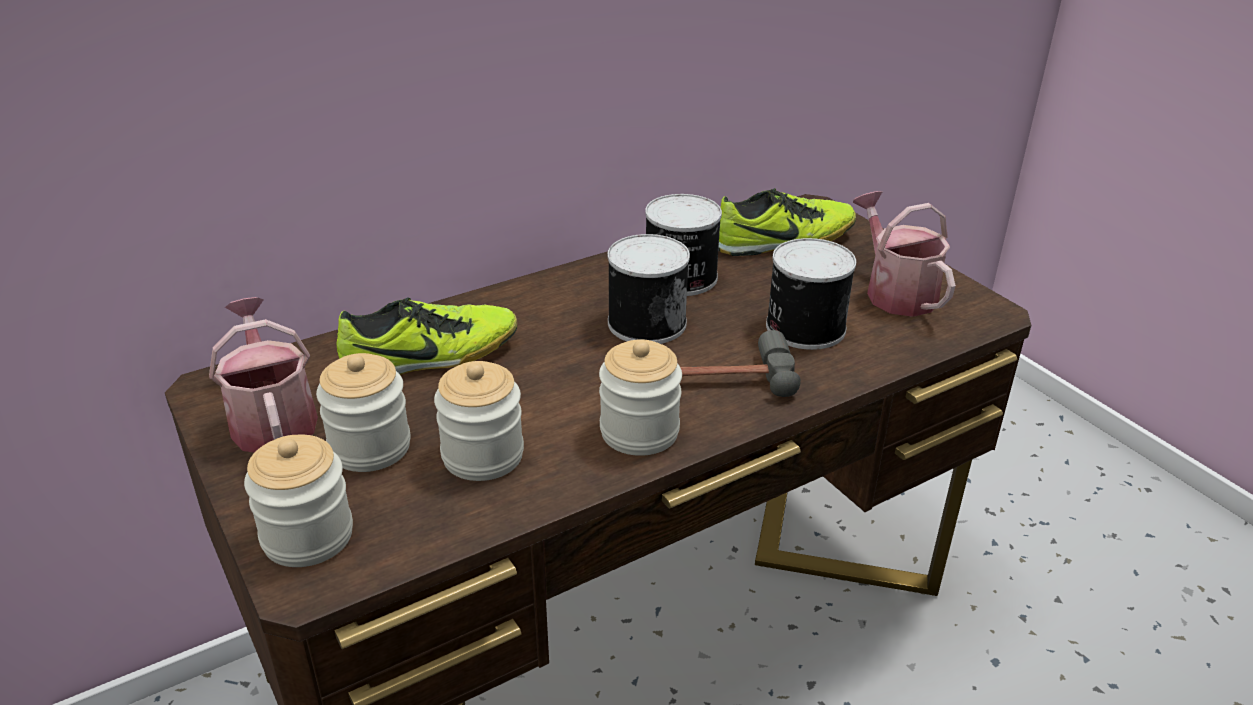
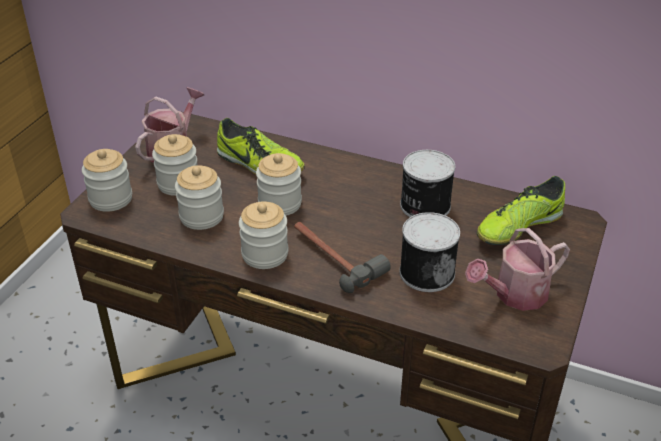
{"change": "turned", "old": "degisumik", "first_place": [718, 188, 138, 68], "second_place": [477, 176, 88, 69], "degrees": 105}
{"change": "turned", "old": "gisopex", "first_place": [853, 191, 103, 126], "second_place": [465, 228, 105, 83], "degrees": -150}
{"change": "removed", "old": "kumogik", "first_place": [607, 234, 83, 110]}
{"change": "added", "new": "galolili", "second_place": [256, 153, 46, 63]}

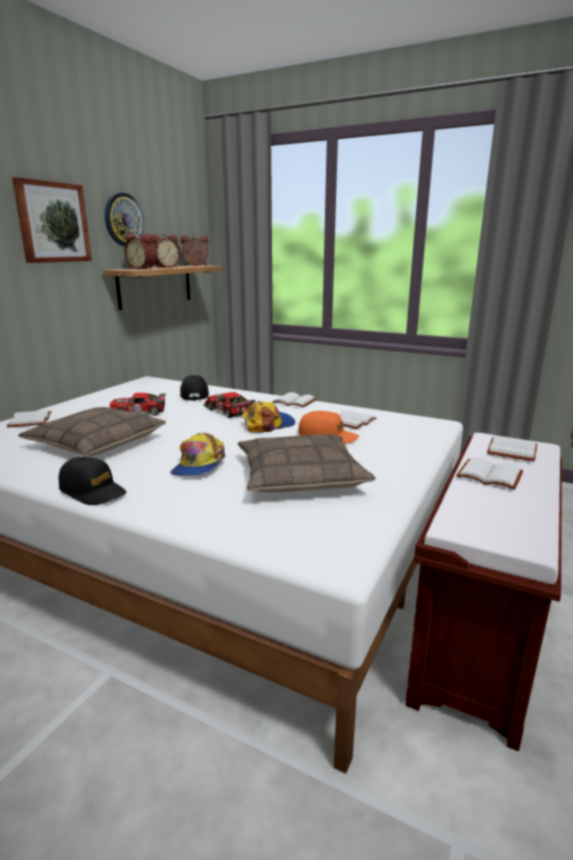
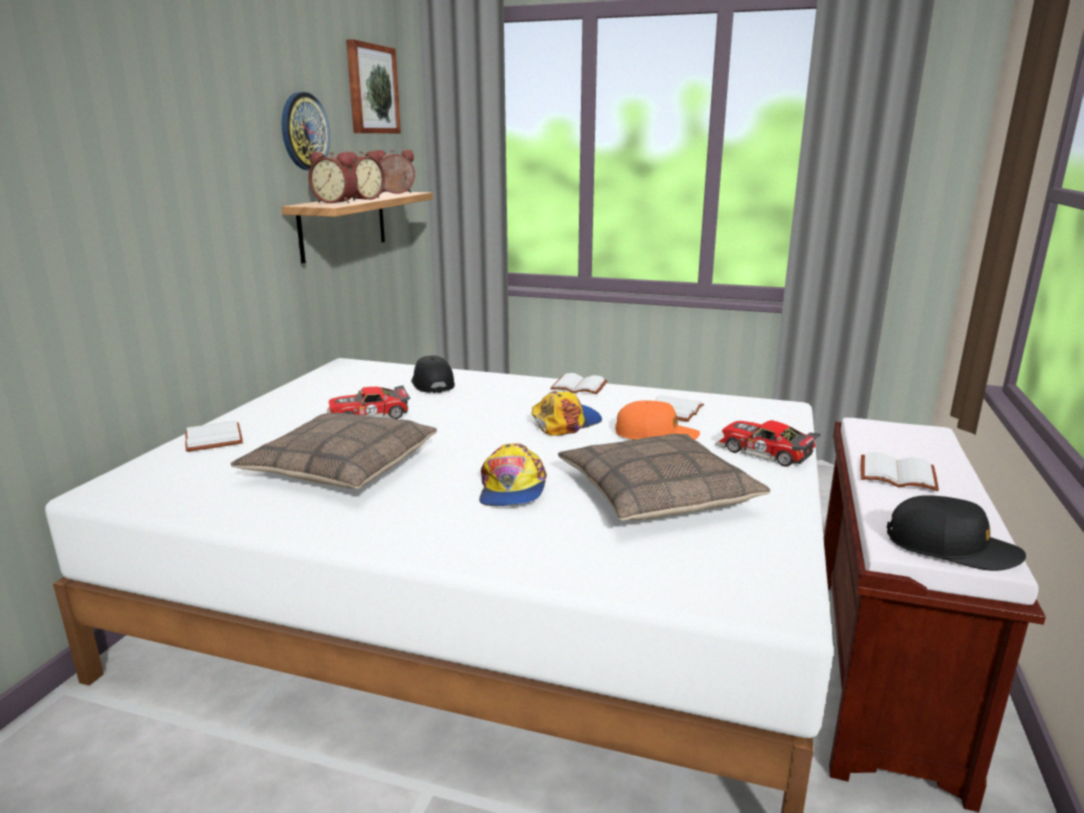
{"change": "moved", "old": "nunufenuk", "first_place": [12, 177, 80, 86], "second_place": [346, 39, 55, 94]}
{"change": "moved", "old": "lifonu", "first_place": [203, 392, 53, 26], "second_place": [715, 420, 105, 47]}
{"change": "removed", "old": "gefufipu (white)", "first_place": [487, 435, 50, 26]}
{"change": "moved", "old": "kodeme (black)", "first_place": [59, 456, 67, 49], "second_place": [887, 495, 139, 76]}

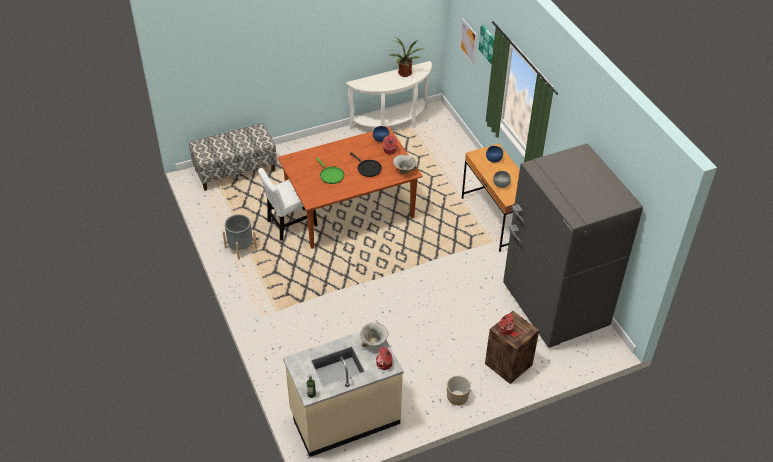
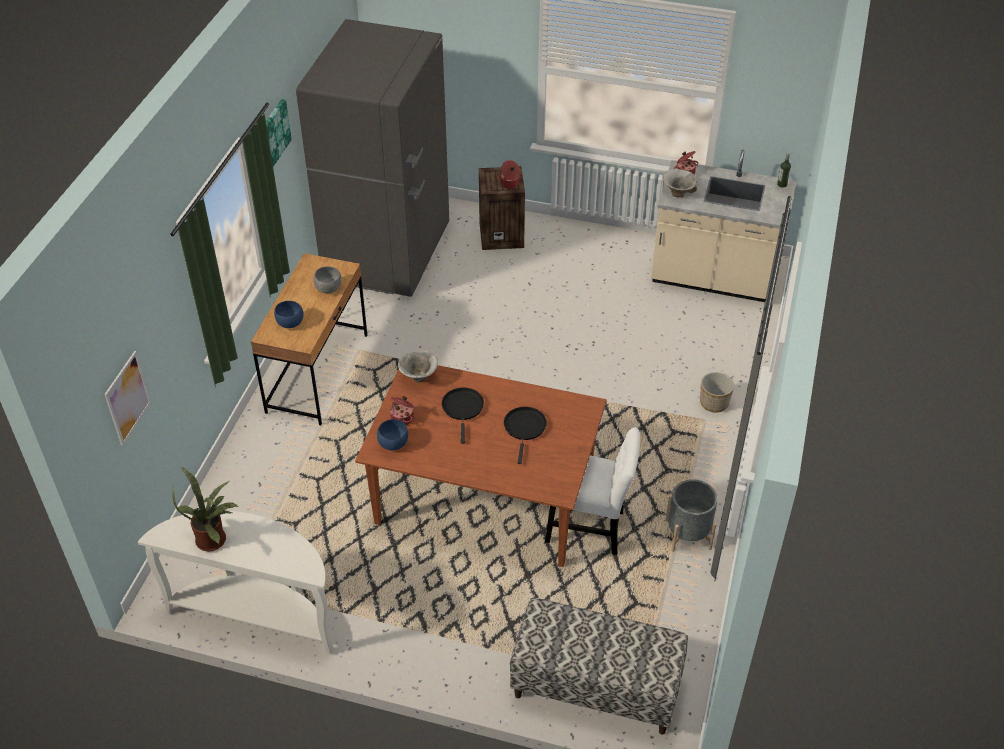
{"change": "moved", "old": "nunufenuk", "first_place": [479, 25, 16, 40], "second_place": [266, 99, 26, 68]}
{"change": "recoloured", "old": "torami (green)", "new": "torami (black)", "first_place": [316, 158, 28, 26], "second_place": [504, 407, 43, 57]}
{"change": "moved", "old": "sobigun", "first_place": [447, 376, 24, 29], "second_place": [700, 372, 34, 41]}

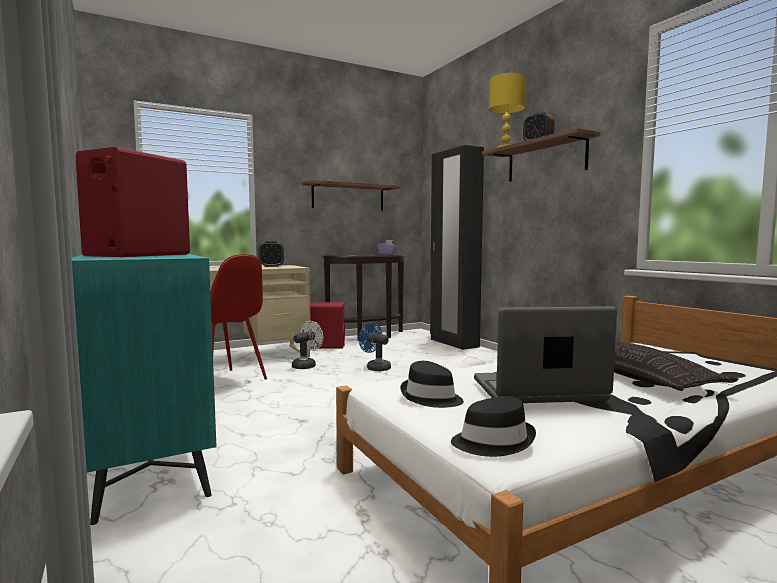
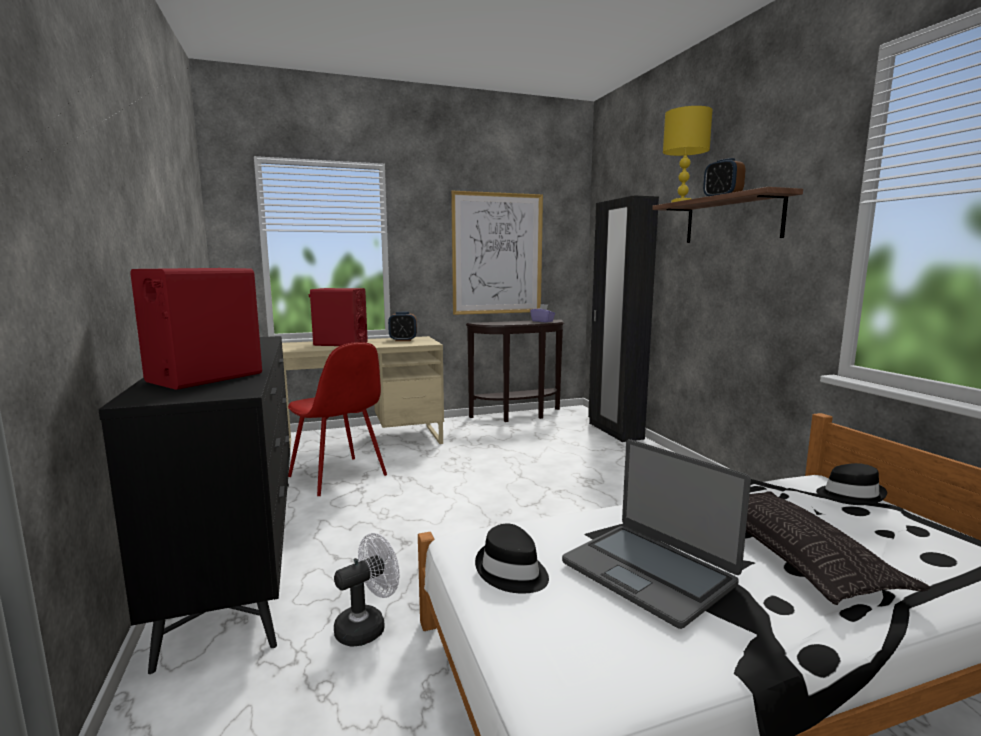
{"change": "replaced", "old": "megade", "new": "nunufenuk", "first_place": [302, 180, 99, 31], "second_place": [451, 191, 92, 124]}
{"change": "recoloured", "old": "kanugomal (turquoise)", "new": "kanugomal (black)", "first_place": [72, 254, 145, 271], "second_place": [98, 336, 192, 338]}
{"change": "moved", "old": "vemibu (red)", "first_place": [310, 302, 35, 47], "second_place": [309, 288, 59, 58]}
{"change": "turned", "old": "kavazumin", "first_place": [474, 306, 143, 97], "second_place": [562, 439, 189, 190], "degrees": -135}
{"change": "moved", "old": "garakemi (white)", "first_place": [292, 321, 31, 48], "second_place": [334, 533, 66, 114]}
{"change": "removed", "old": "garakemi (blue)", "first_place": [359, 322, 32, 49]}
{"change": "moved", "old": "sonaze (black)", "first_place": [451, 396, 85, 61], "second_place": [816, 463, 71, 42]}

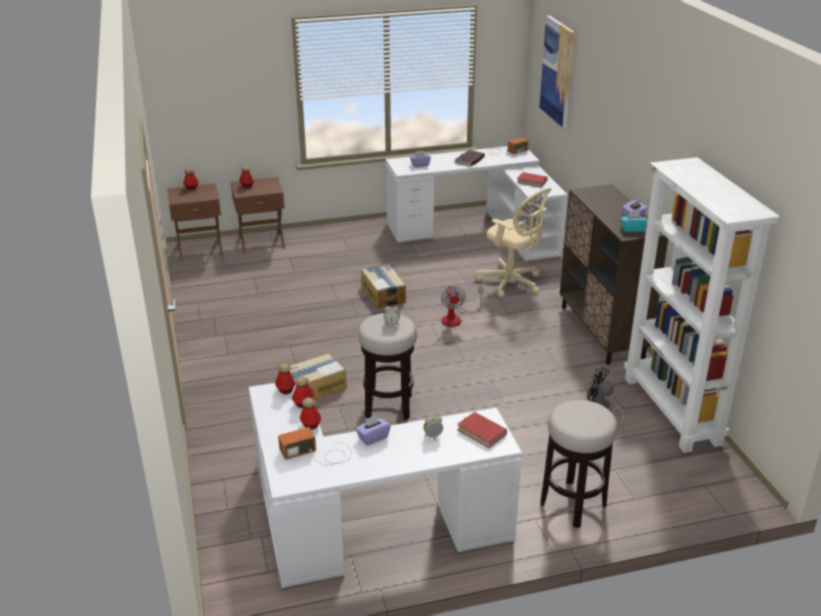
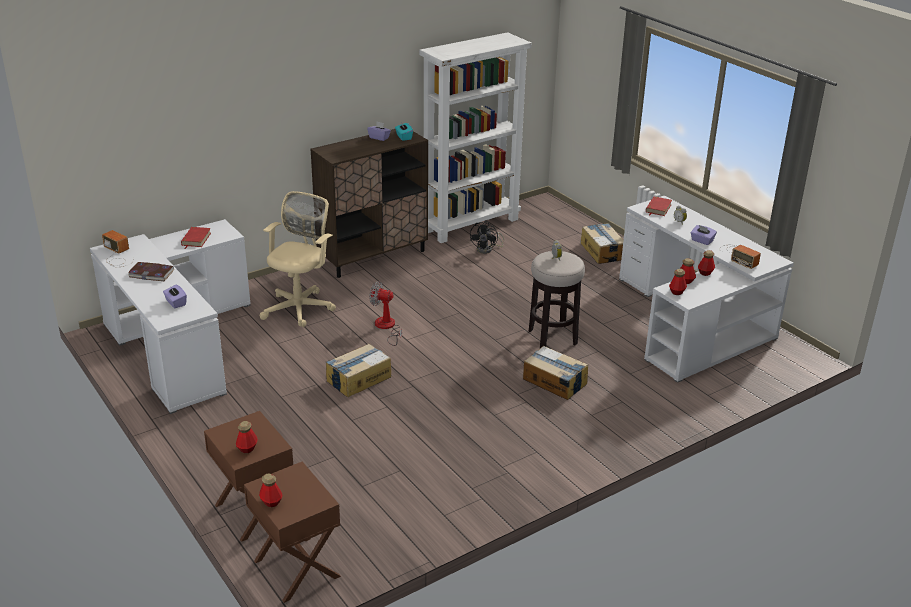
{"change": "removed", "old": "nunufenuk", "first_place": [539, 16, 36, 112]}
{"change": "turned", "old": "garakemi", "first_place": [441, 285, 42, 42], "second_place": [369, 281, 33, 65], "degrees": -135}
{"change": "replaced", "old": "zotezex", "new": "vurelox", "first_place": [540, 400, 78, 128], "second_place": [581, 223, 42, 41]}

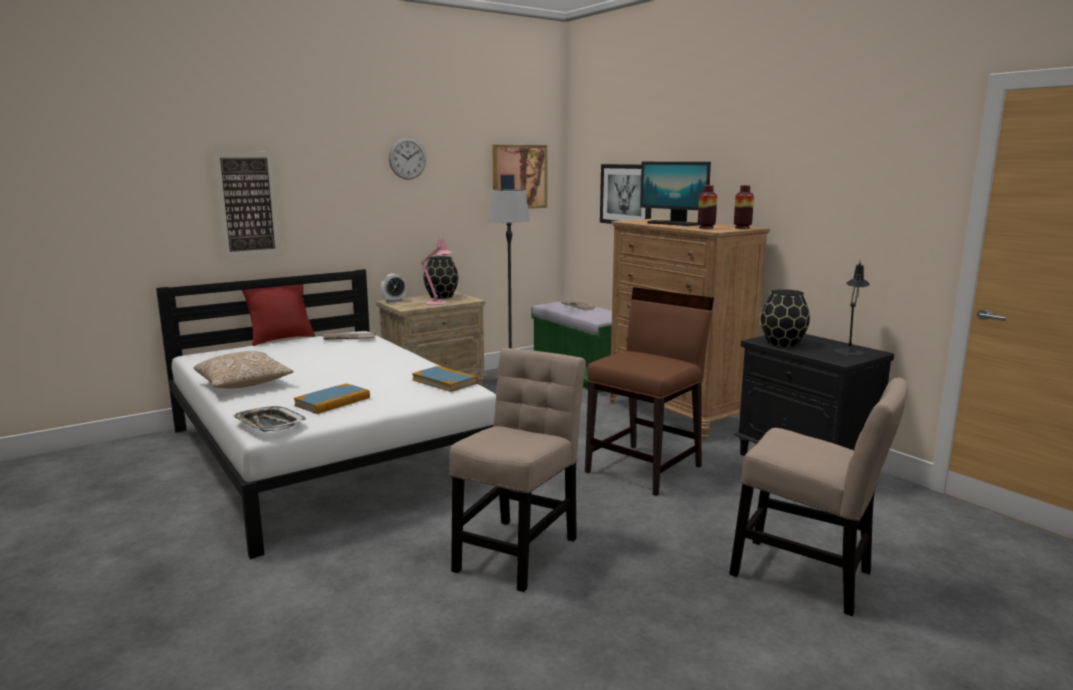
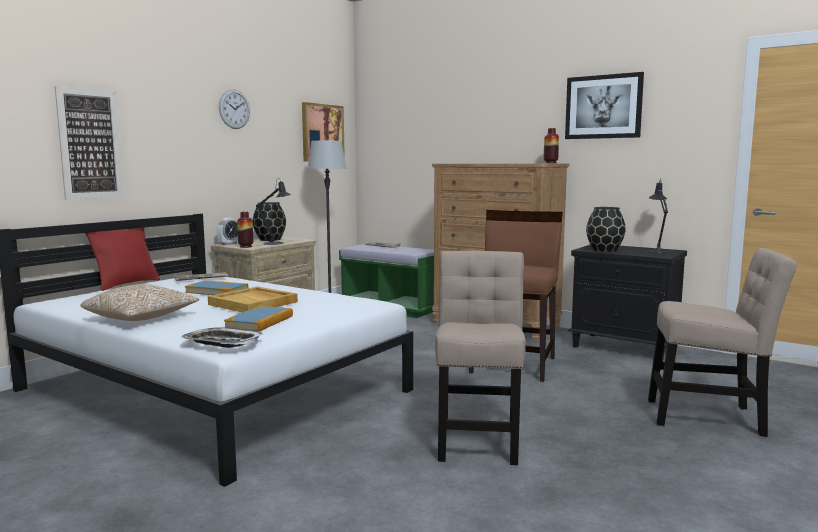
{"change": "removed", "old": "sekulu", "first_place": [640, 162, 71, 64]}
{"change": "moved", "old": "nunufenuk", "first_place": [600, 164, 51, 60], "second_place": [565, 72, 79, 67]}
{"change": "moved", "old": "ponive", "first_place": [698, 185, 19, 44], "second_place": [237, 211, 16, 37]}
{"change": "recoloured", "old": "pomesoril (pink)", "new": "pomesoril (black)", "first_place": [421, 235, 31, 70], "second_place": [256, 178, 35, 67]}
{"change": "moved", "old": "gefufipu", "first_place": [412, 366, 65, 26], "second_place": [185, 280, 63, 15]}
{"change": "added", "new": "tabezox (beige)", "second_place": [208, 286, 90, 27]}

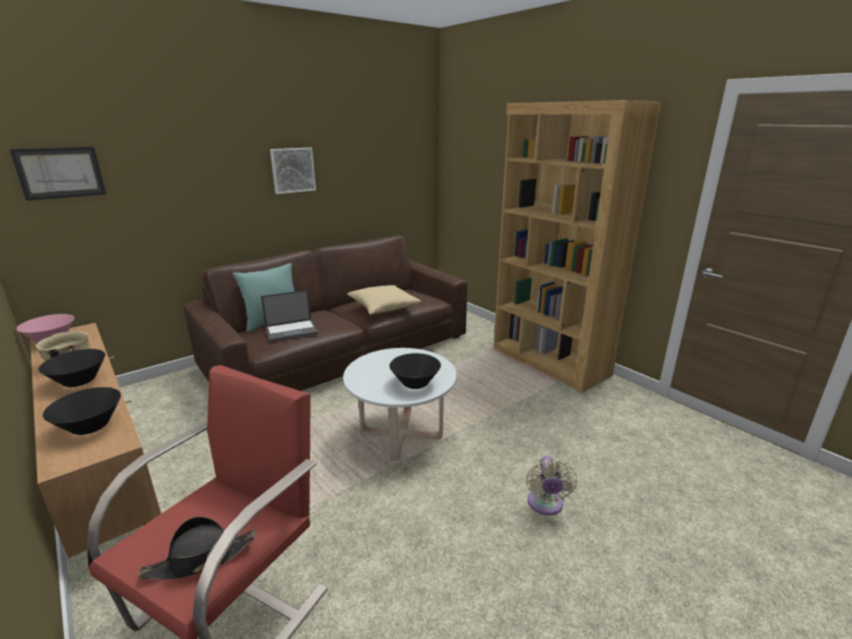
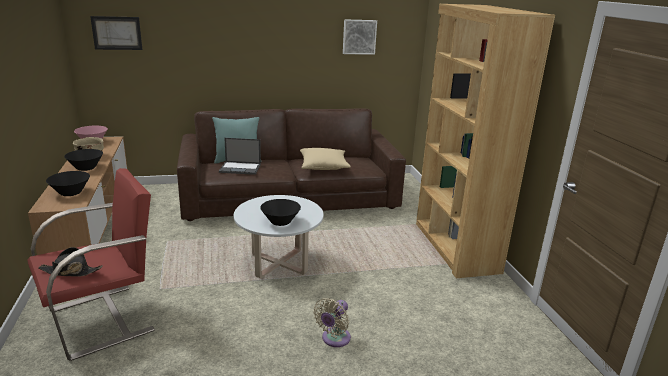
{"change": "moved", "old": "nunufenuk", "first_place": [270, 148, 46, 46], "second_place": [343, 19, 34, 36]}

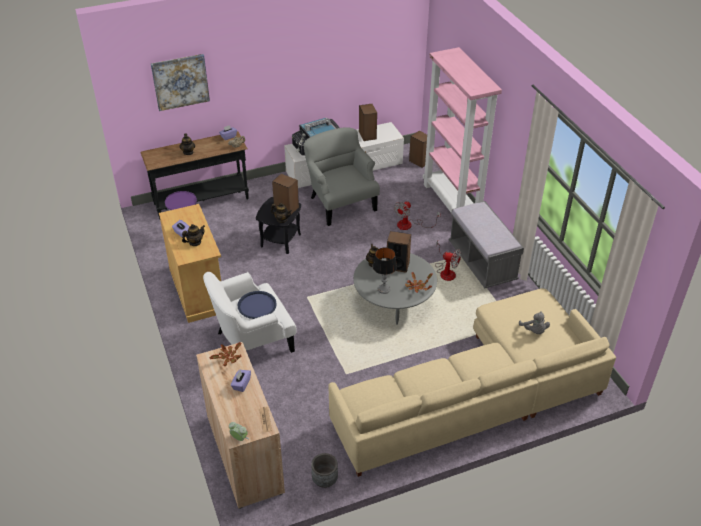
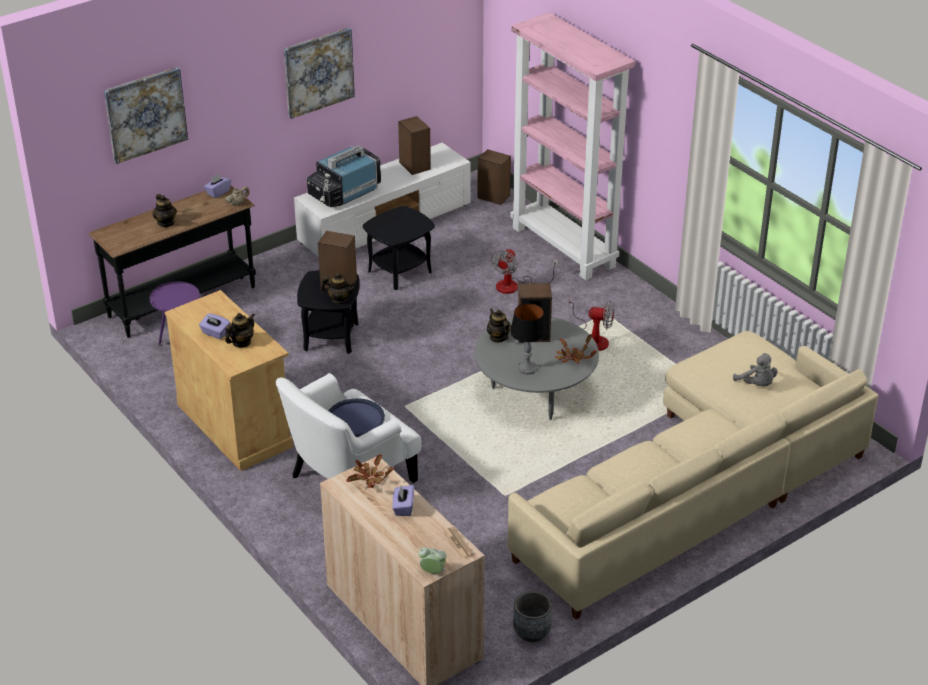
{"change": "replaced", "old": "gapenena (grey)", "new": "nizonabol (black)", "first_place": [304, 127, 76, 99], "second_place": [363, 206, 72, 84]}
{"change": "removed", "old": "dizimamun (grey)", "first_place": [449, 201, 75, 87]}
{"change": "added", "new": "nunufenuk", "second_place": [284, 27, 71, 92]}

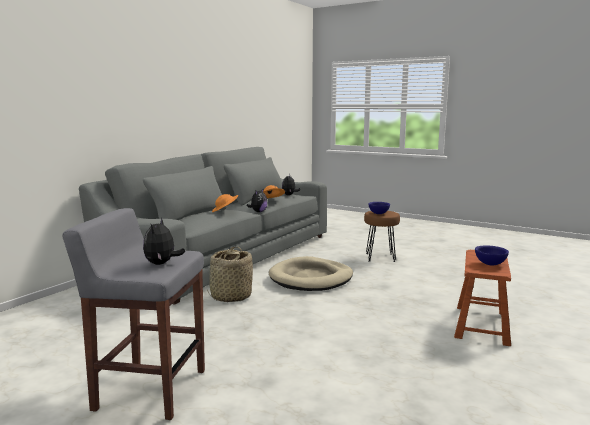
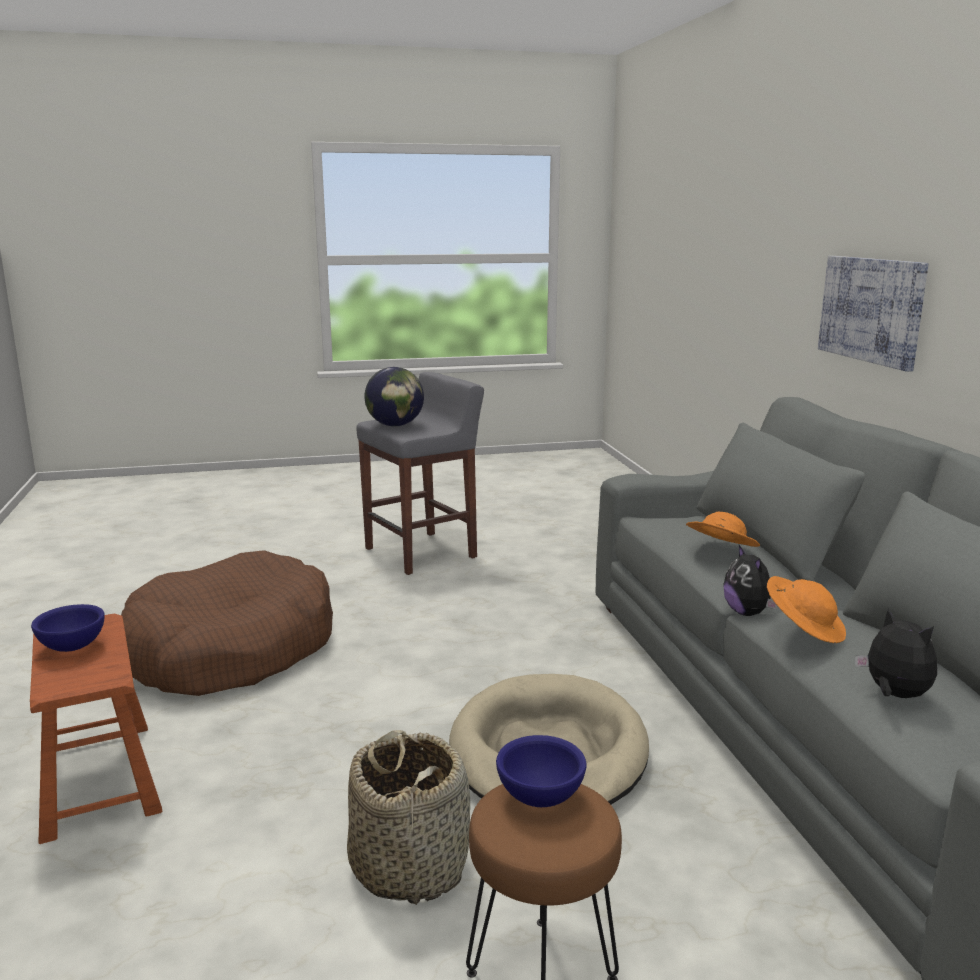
{"change": "replaced", "old": "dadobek", "new": "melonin", "first_place": [143, 218, 42, 47], "second_place": [364, 367, 60, 60]}
{"change": "moved", "old": "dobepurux", "first_place": [207, 247, 46, 55], "second_place": [347, 730, 123, 175]}
{"change": "added", "new": "nunufenuk", "second_place": [818, 256, 111, 116]}
{"change": "added", "new": "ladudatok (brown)", "second_place": [121, 550, 212, 146]}

